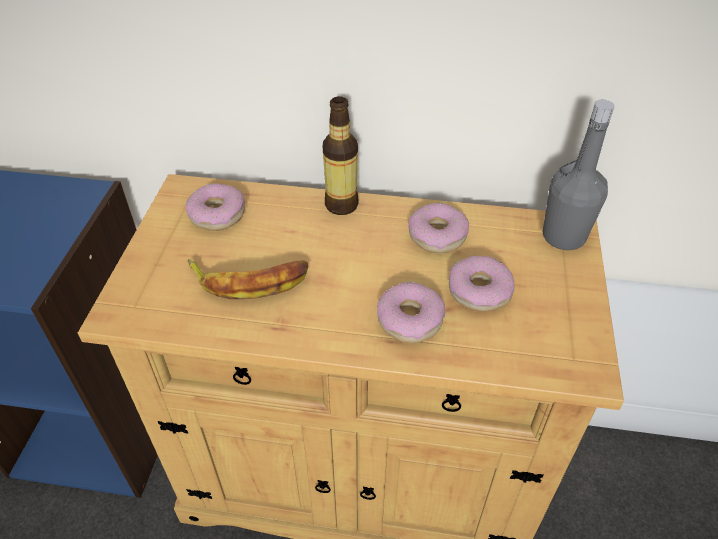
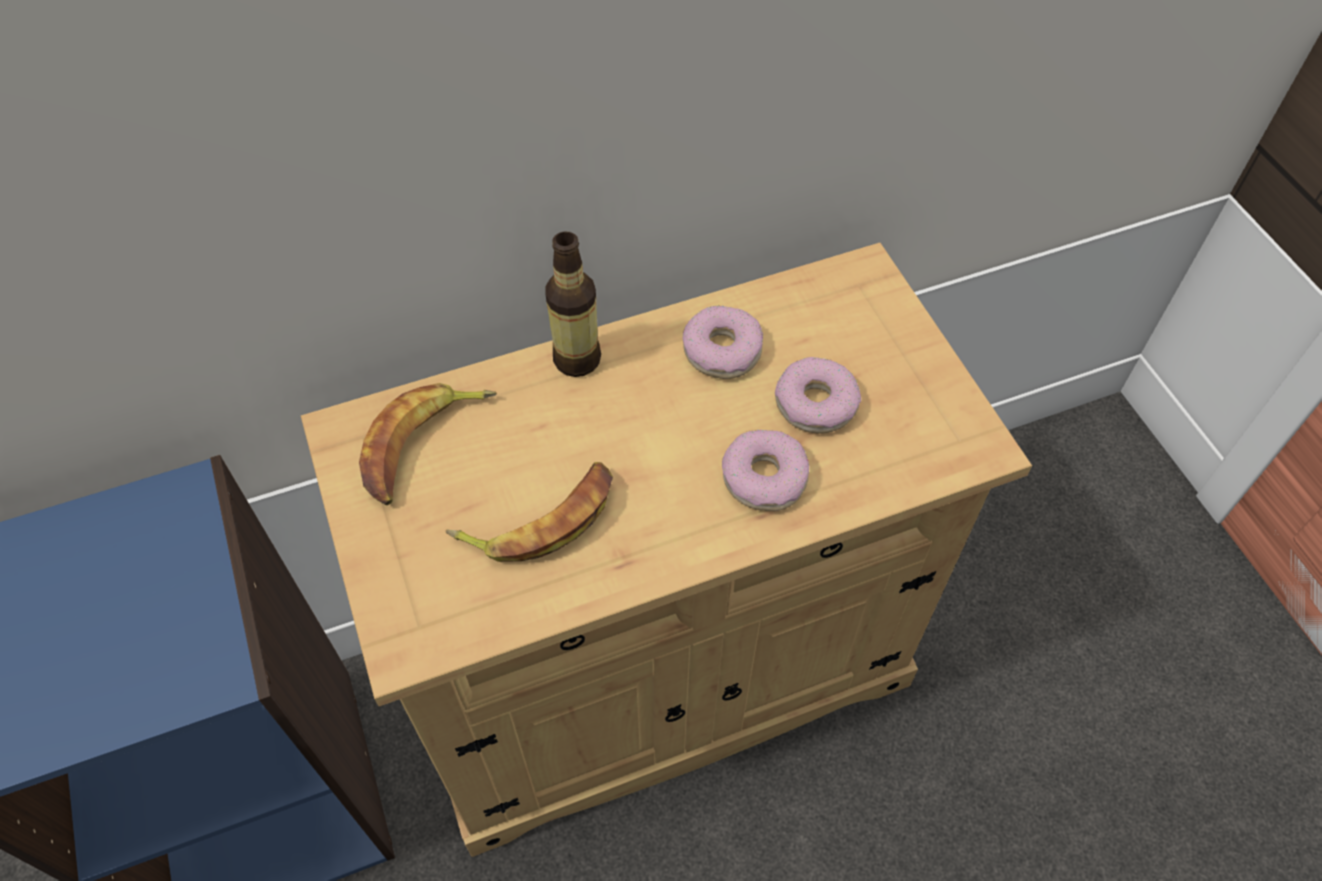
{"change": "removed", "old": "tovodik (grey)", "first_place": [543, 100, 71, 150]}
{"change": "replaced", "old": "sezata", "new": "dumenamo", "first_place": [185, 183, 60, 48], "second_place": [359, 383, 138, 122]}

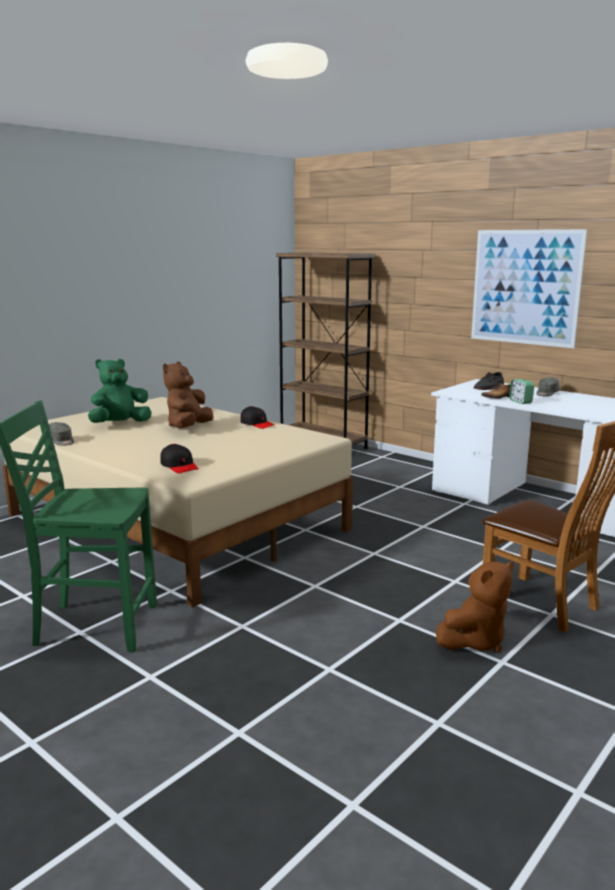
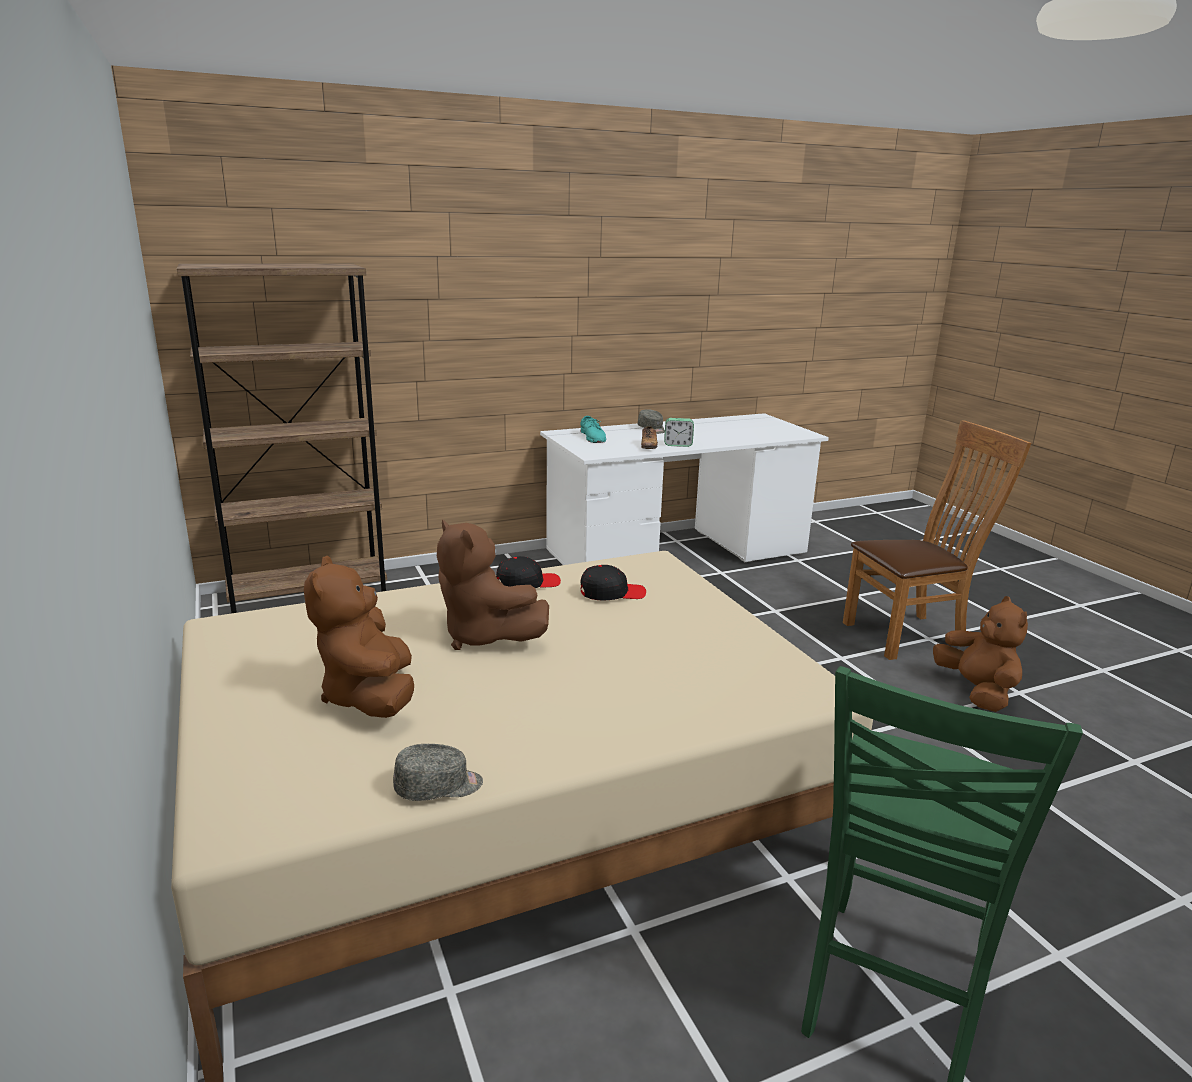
{"change": "removed", "old": "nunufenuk", "first_place": [471, 229, 116, 119]}
{"change": "recoloured", "old": "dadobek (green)", "new": "dadobek (brown)", "first_place": [88, 359, 64, 64], "second_place": [304, 556, 110, 162]}
{"change": "recoloured", "old": "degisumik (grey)", "new": "degisumik (turquoise)", "first_place": [474, 372, 30, 18], "second_place": [580, 416, 26, 27]}
{"change": "moved", "old": "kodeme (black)", "first_place": [160, 444, 39, 29], "second_place": [580, 565, 66, 36]}

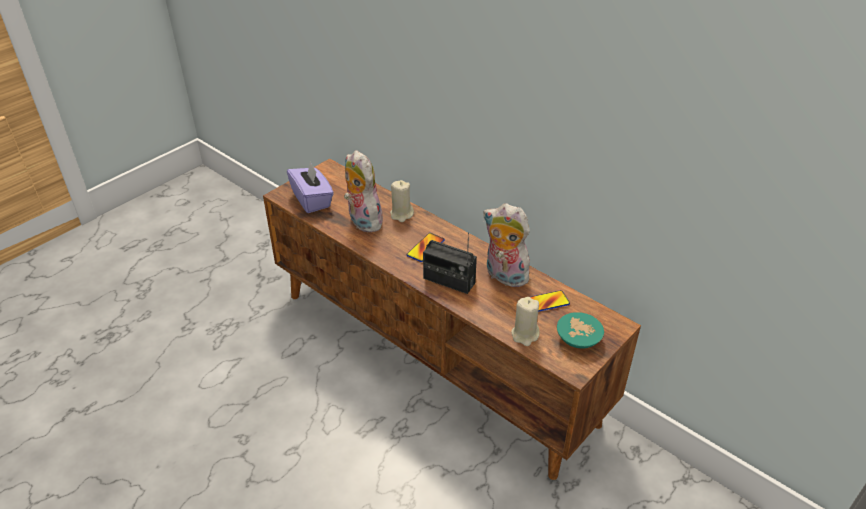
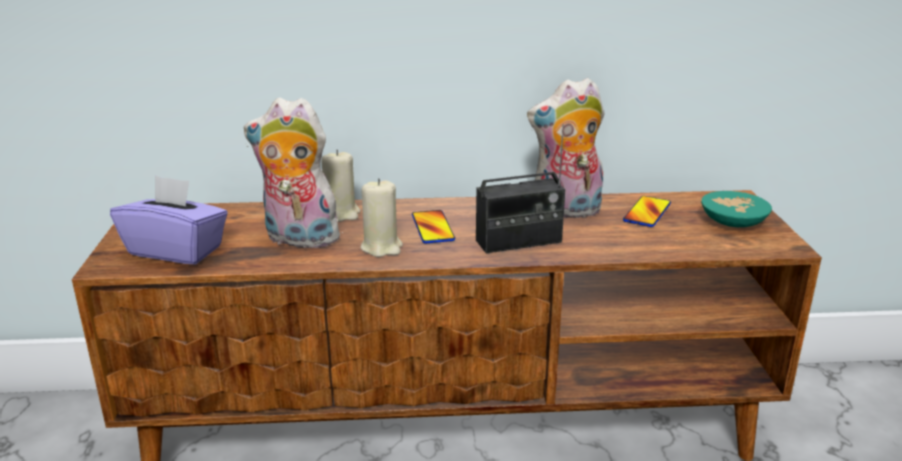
{"change": "moved", "old": "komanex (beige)", "first_place": [511, 297, 29, 49], "second_place": [361, 178, 42, 79]}

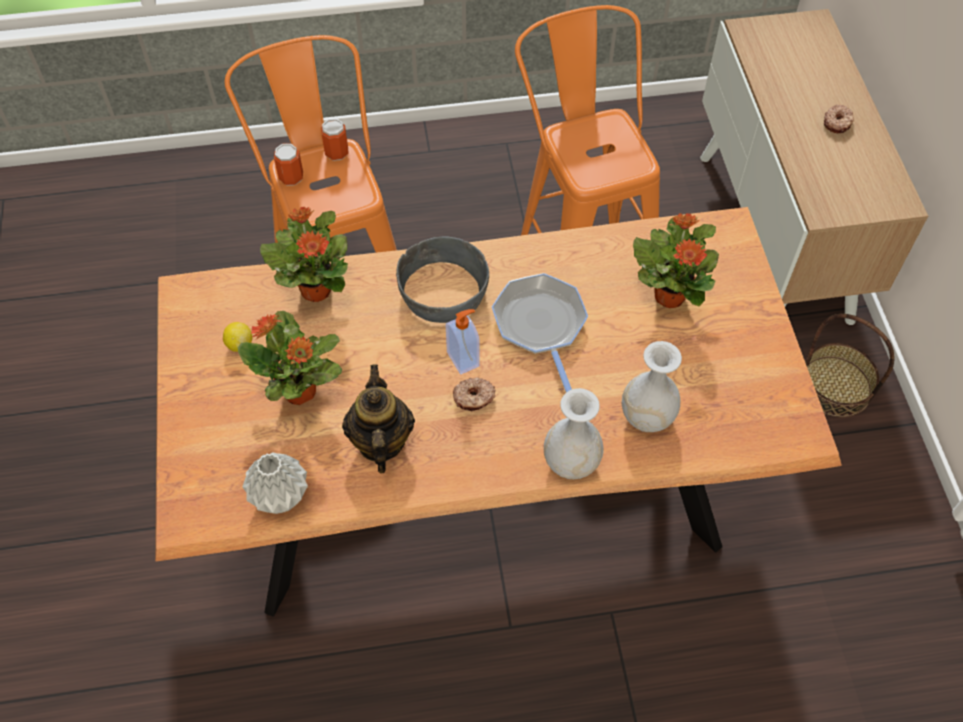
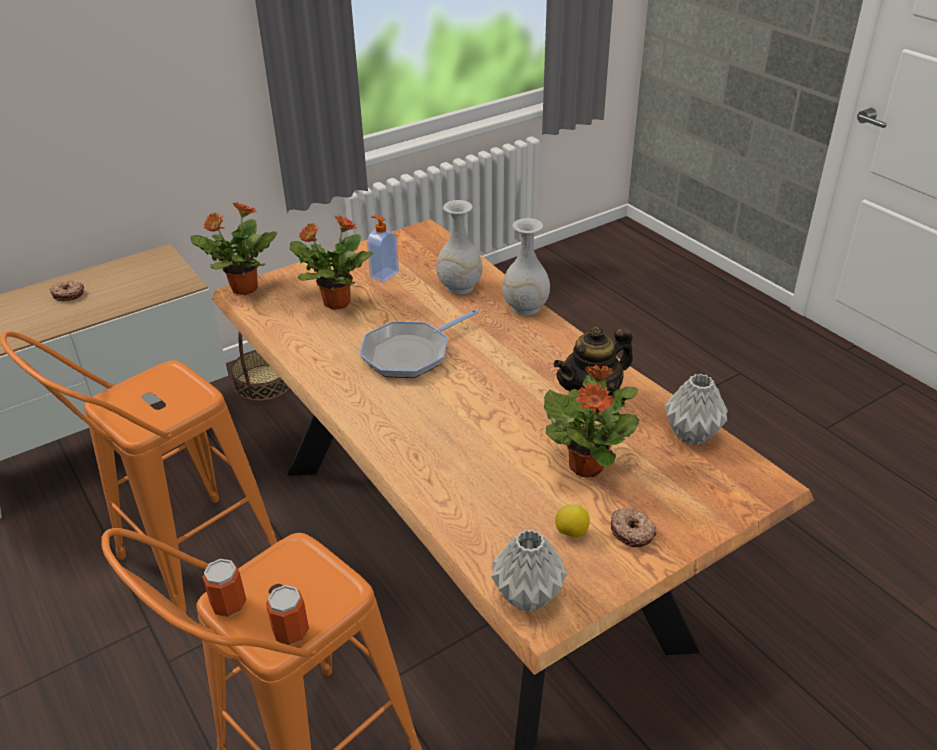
{"change": "moved", "old": "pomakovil", "first_place": [260, 207, 88, 95], "second_place": [190, 202, 88, 93]}
{"change": "removed", "old": "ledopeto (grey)", "first_place": [396, 236, 93, 87]}
{"change": "moved", "old": "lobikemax", "first_place": [446, 309, 34, 65], "second_place": [367, 215, 32, 67]}
{"change": "moved", "old": "sezata", "first_place": [453, 377, 43, 34], "second_place": [611, 508, 45, 39]}
{"change": "added", "new": "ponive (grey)", "second_place": [491, 529, 76, 83]}

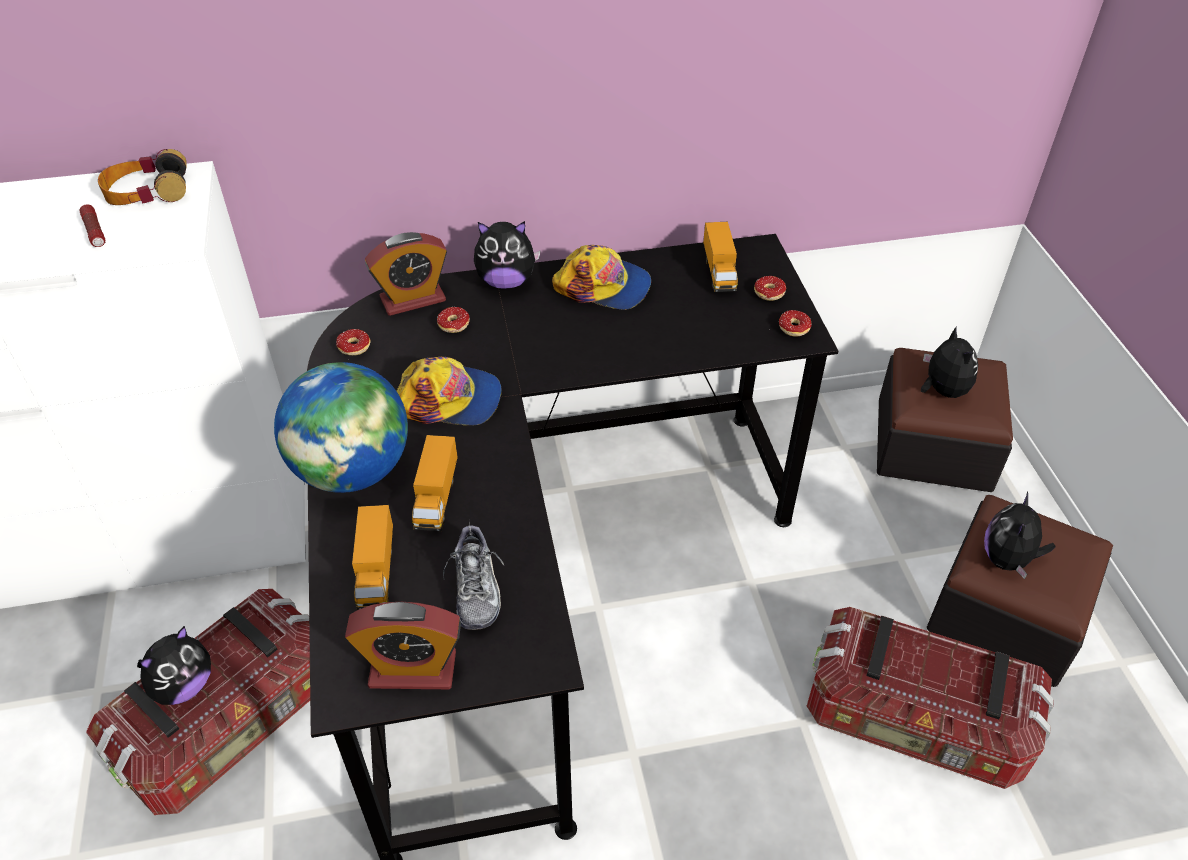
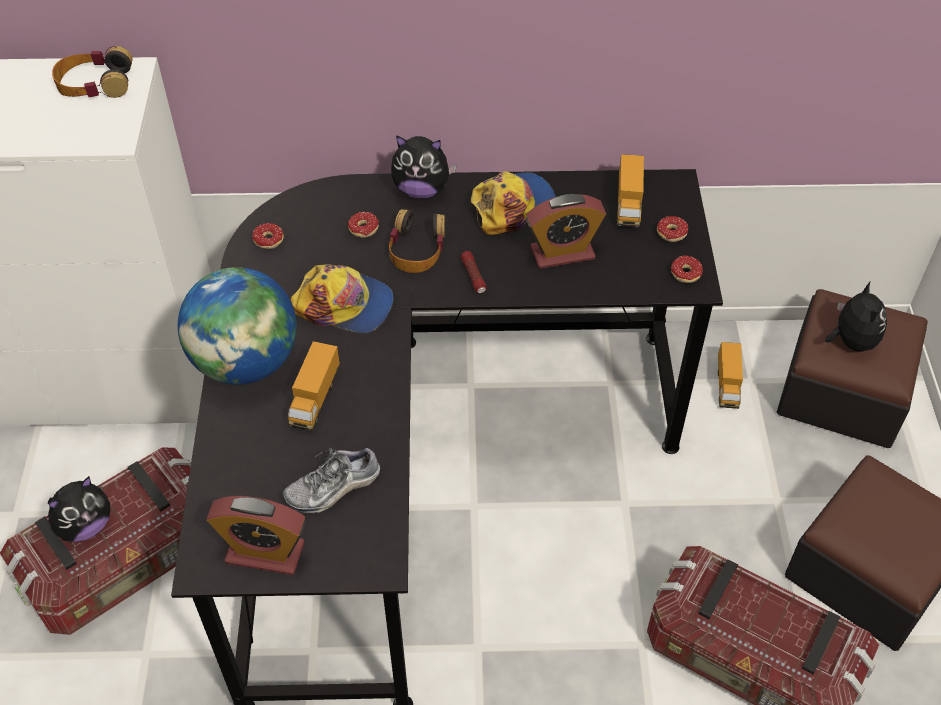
{"change": "moved", "old": "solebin", "first_place": [80, 204, 25, 43], "second_place": [461, 251, 26, 42]}
{"change": "moved", "old": "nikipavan", "first_place": [365, 232, 82, 84], "second_place": [526, 194, 80, 75]}
{"change": "turned", "old": "kodeme", "first_place": [552, 245, 99, 65], "second_place": [471, 171, 85, 64], "degrees": -60}
{"change": "removed", "old": "dadobek", "first_place": [984, 491, 72, 88]}
{"change": "moved", "old": "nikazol", "first_place": [352, 505, 41, 105], "second_place": [718, 342, 25, 67]}
{"change": "turned", "old": "degisumik", "first_place": [443, 519, 61, 111], "second_place": [282, 447, 98, 66], "degrees": 60}
{"change": "added", "new": "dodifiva", "second_place": [388, 209, 57, 64]}

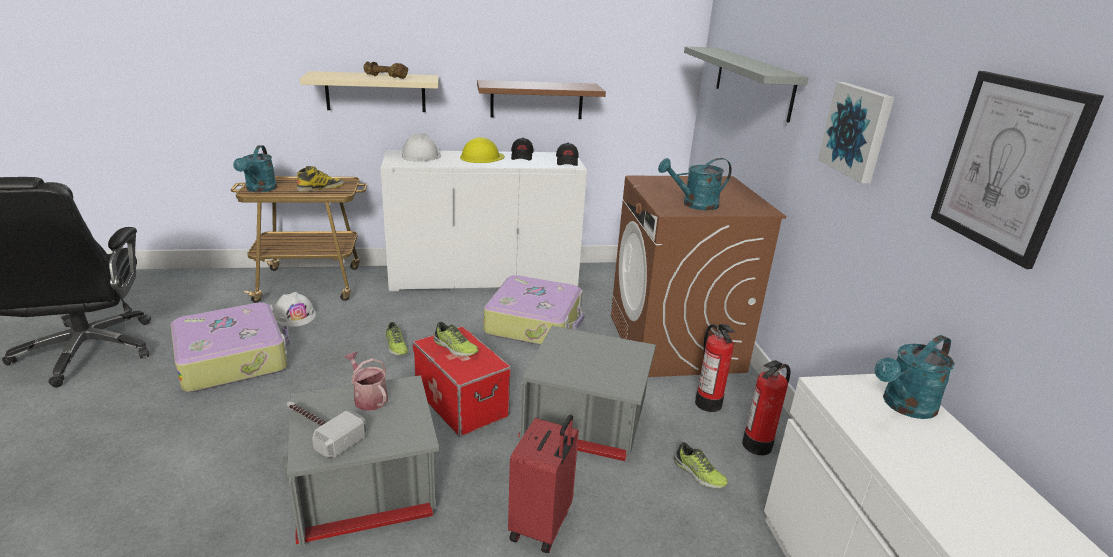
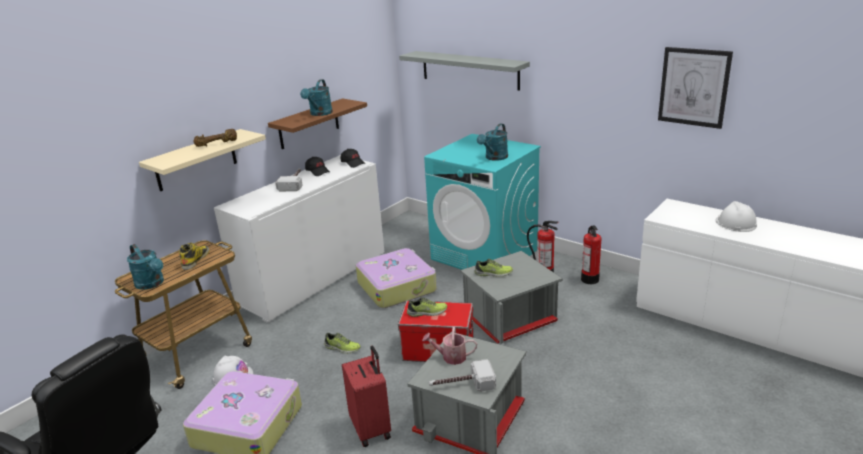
{"change": "removed", "old": "nunufenuk", "first_place": [818, 82, 76, 101]}
{"change": "moved", "old": "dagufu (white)", "first_place": [402, 133, 39, 28], "second_place": [715, 201, 42, 31]}
{"change": "replaced", "old": "dagufu (yellow)", "new": "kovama", "first_place": [460, 137, 45, 26], "second_place": [275, 168, 28, 23]}
{"change": "recoloured", "old": "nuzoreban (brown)", "new": "nuzoreban (turquoise)", "first_place": [611, 175, 175, 202], "second_place": [424, 134, 117, 136]}
{"change": "moved", "old": "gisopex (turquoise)", "first_place": [875, 335, 80, 84], "second_place": [300, 80, 33, 36]}
{"change": "moved", "old": "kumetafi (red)", "first_place": [508, 414, 71, 139], "second_place": [342, 346, 49, 101]}
{"change": "moved", "old": "degisumik", "first_place": [674, 442, 54, 46], "second_place": [474, 259, 39, 18]}

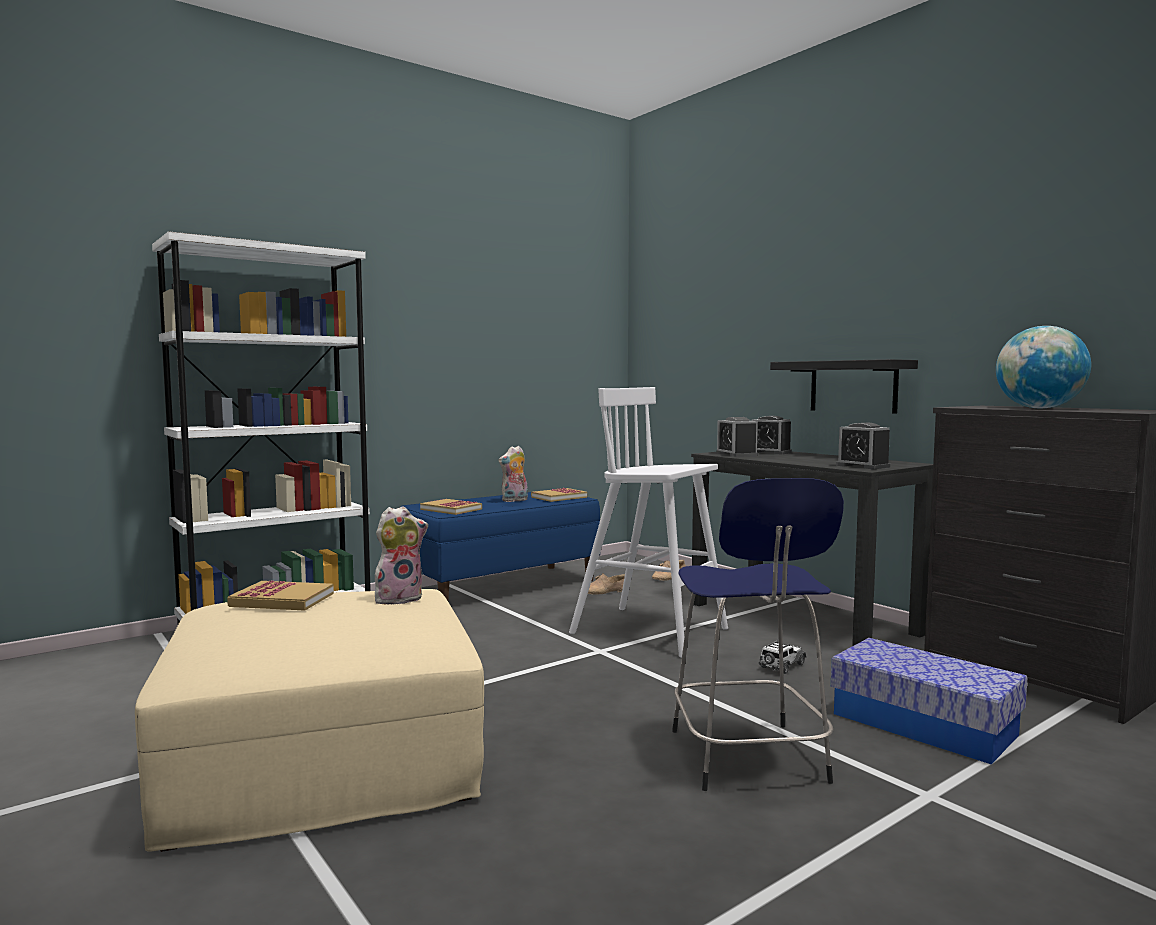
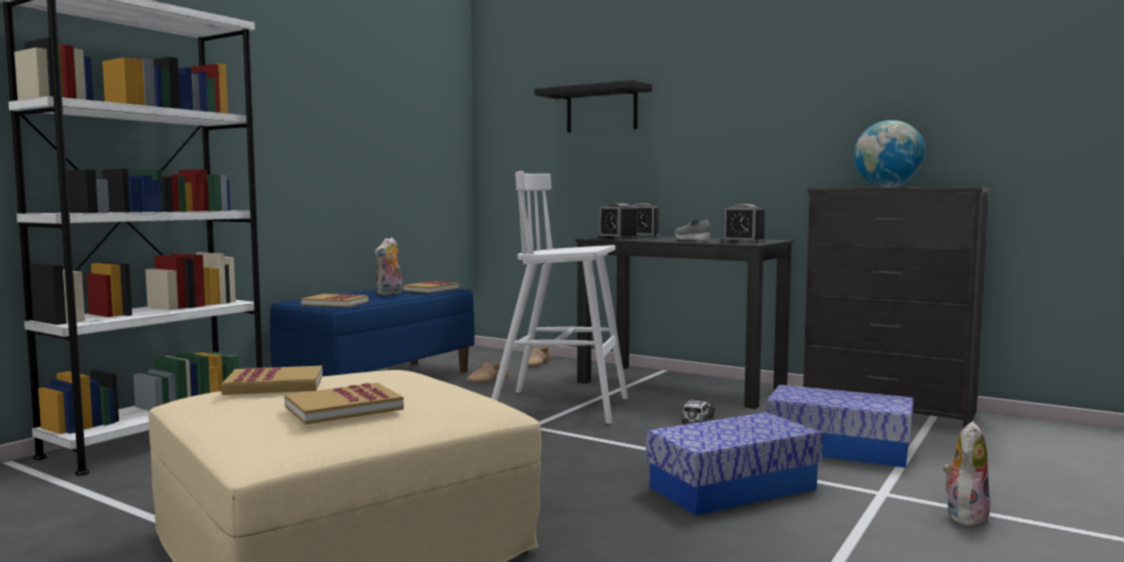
{"change": "moved", "old": "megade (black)", "first_place": [770, 359, 148, 55], "second_place": [535, 80, 117, 53]}
{"change": "replaced", "old": "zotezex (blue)", "new": "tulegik", "first_place": [672, 478, 172, 313], "second_place": [646, 412, 177, 104]}
{"change": "moved", "old": "dadobek", "first_place": [375, 506, 53, 100], "second_place": [943, 421, 47, 105]}
{"change": "added", "new": "degisumik (grey)", "second_place": [675, 219, 35, 22]}
{"change": "added", "new": "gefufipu", "second_place": [284, 383, 120, 42]}

